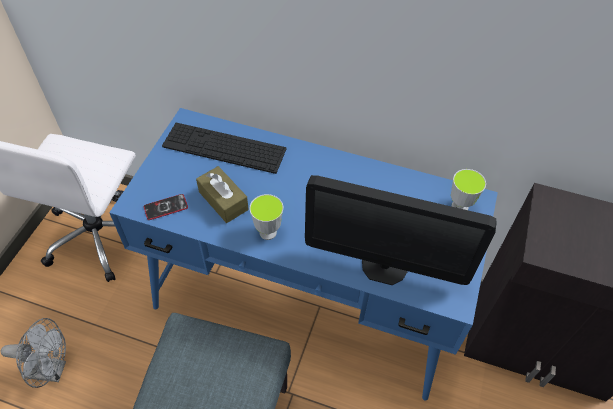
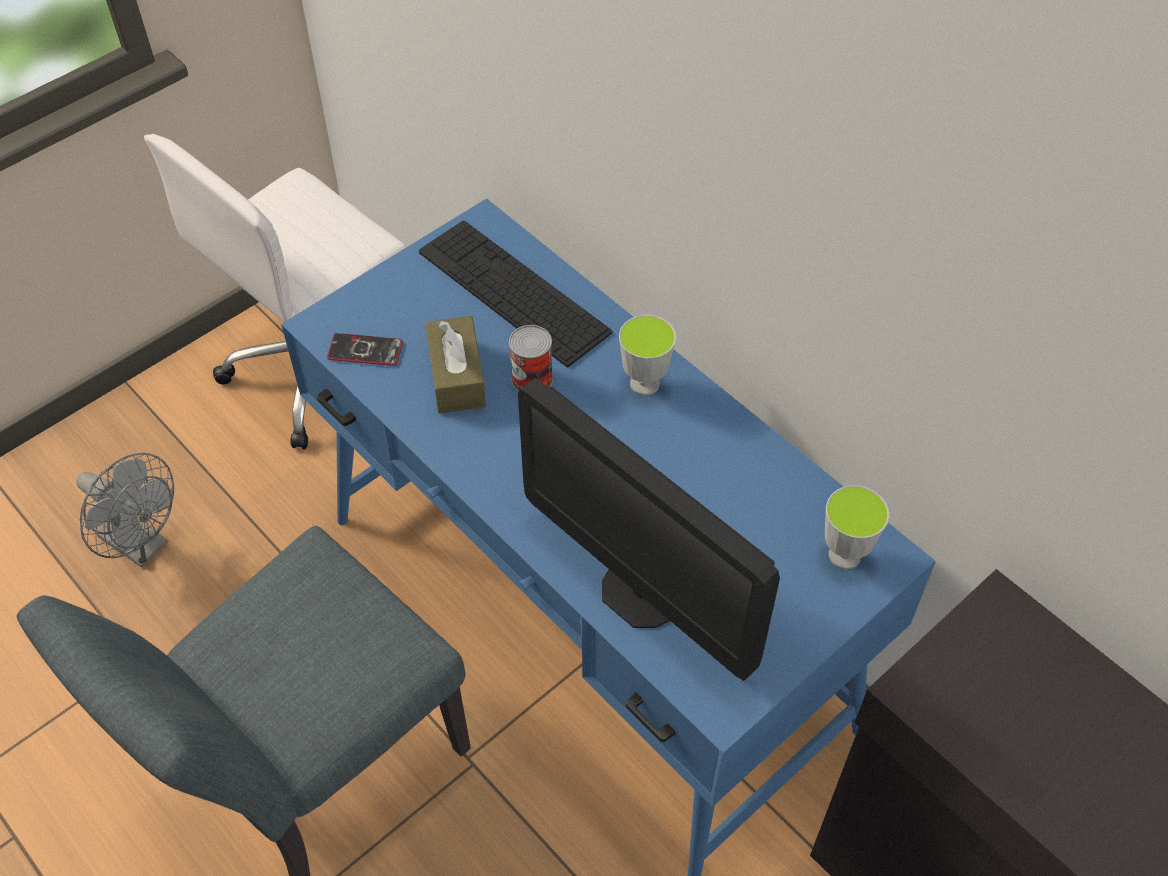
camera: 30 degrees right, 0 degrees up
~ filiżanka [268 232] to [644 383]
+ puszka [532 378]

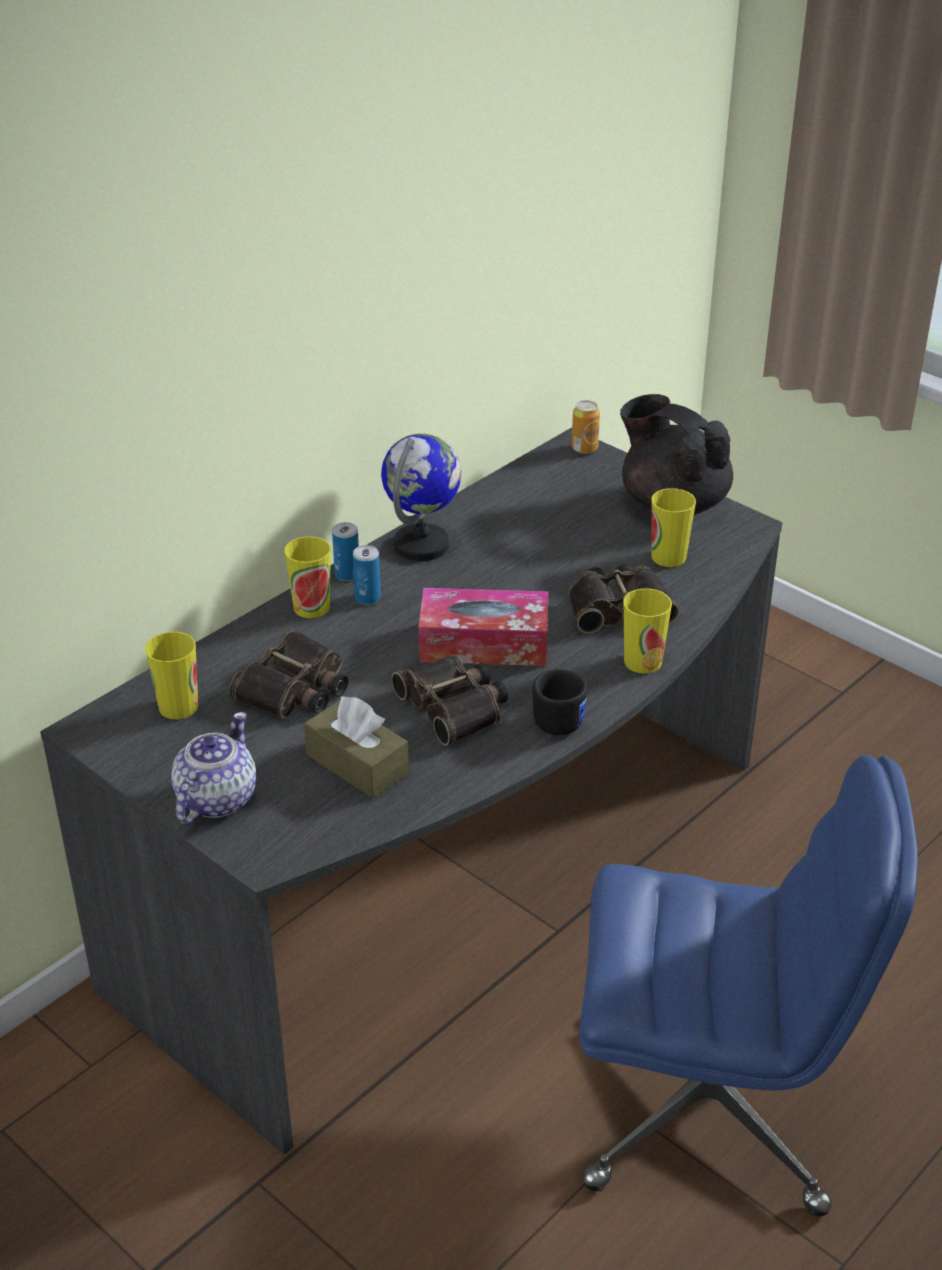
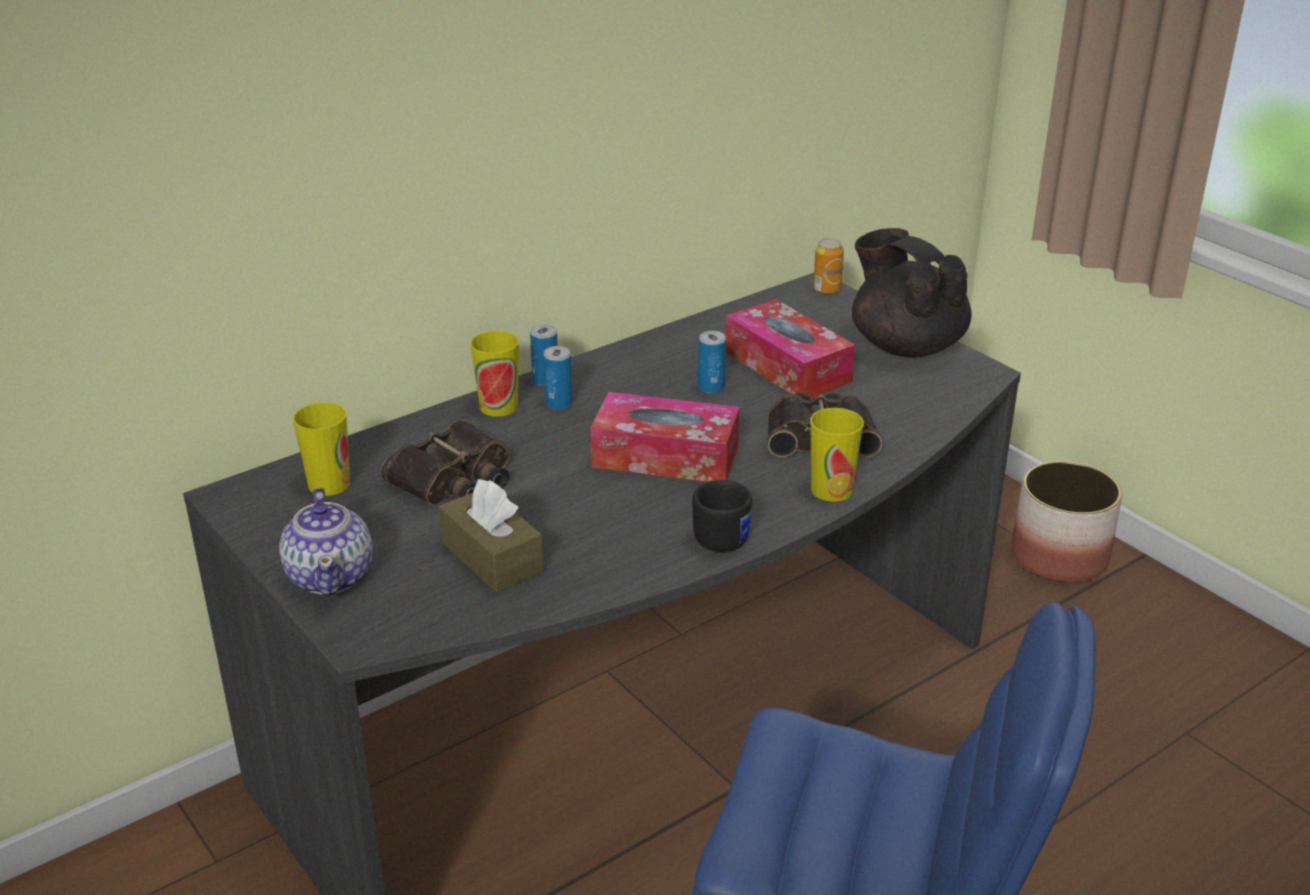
camera: 10 degrees right, 5 degrees down
- globus [422 545]
- filiżanka [668 557]
- lornetka [455 706]
~ imbryk [215 799] = [331 576] 135 degrees clockwise
+ pudełko chusteczek [787 367]
+ puszka [711 387]
+ donica [1060 557]

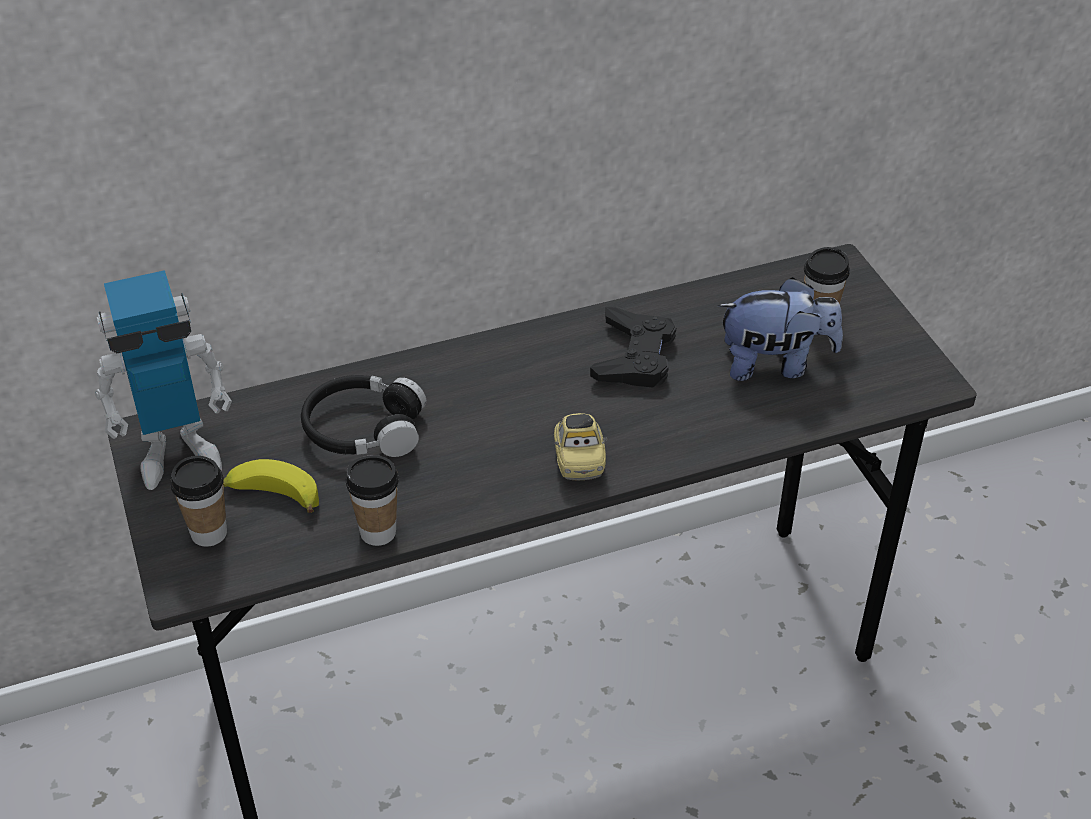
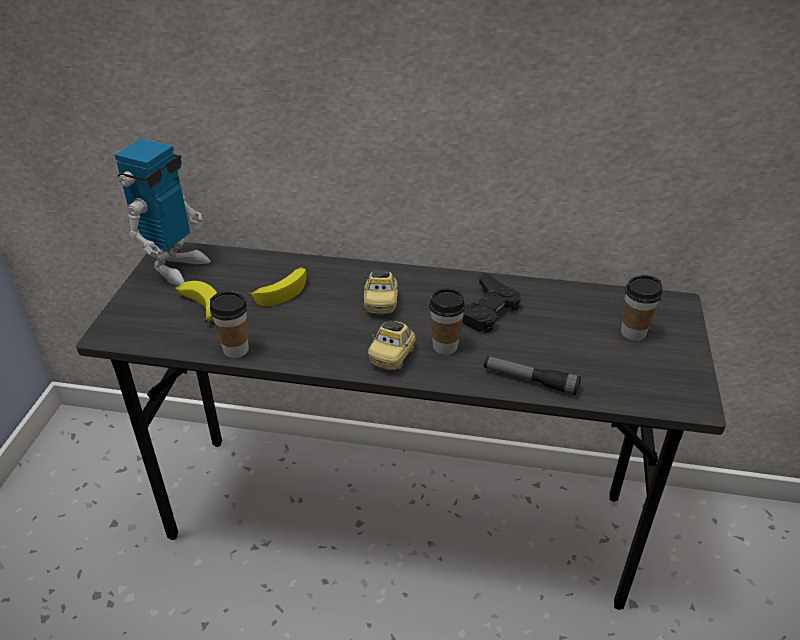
camera: 30 degrees right, 5 degrees down
~ robot zabawkowy [177 453] = [175 266] 75 degrees counterclockwise
- pluszak [775 364]
~ słuchawki/czarny [364 429] to banan [282 291]
~ filiżanka [209 533] to [445 346]
+ samochodzik [381 304]
+ latarka [530 380]

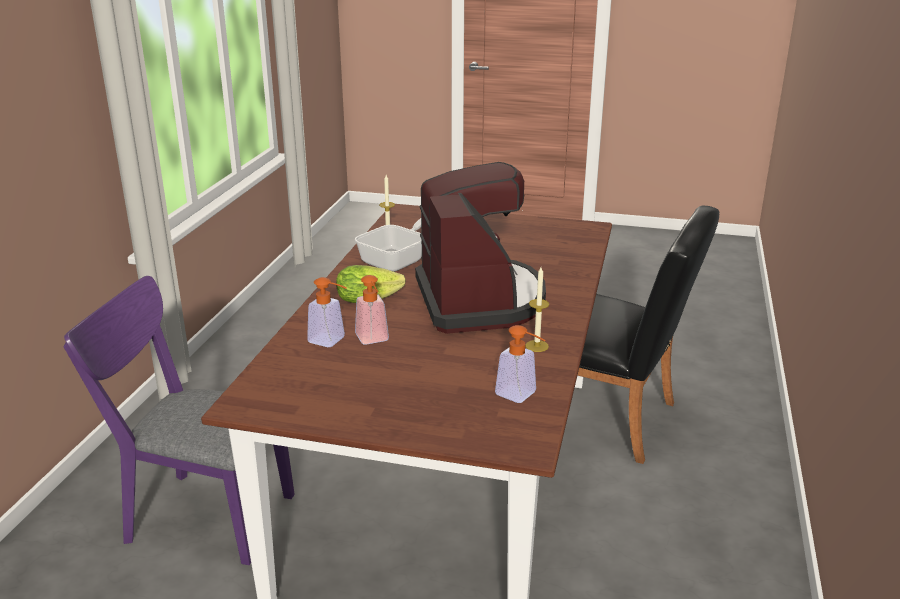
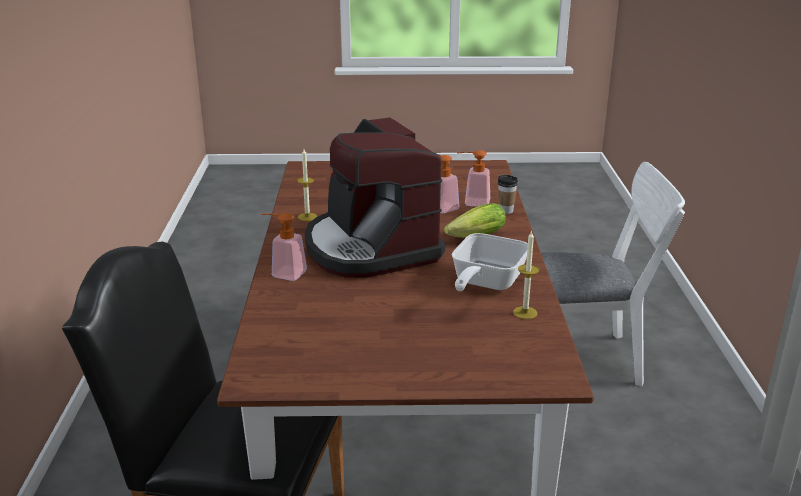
camera: 165 degrees right, 0 degrees up
~ krzesło/fioletowy [199 515] to krzesło/biały [588 359]
~ dozownik mydła [521 395] to [284 273]
+ filiżanka [506 211]

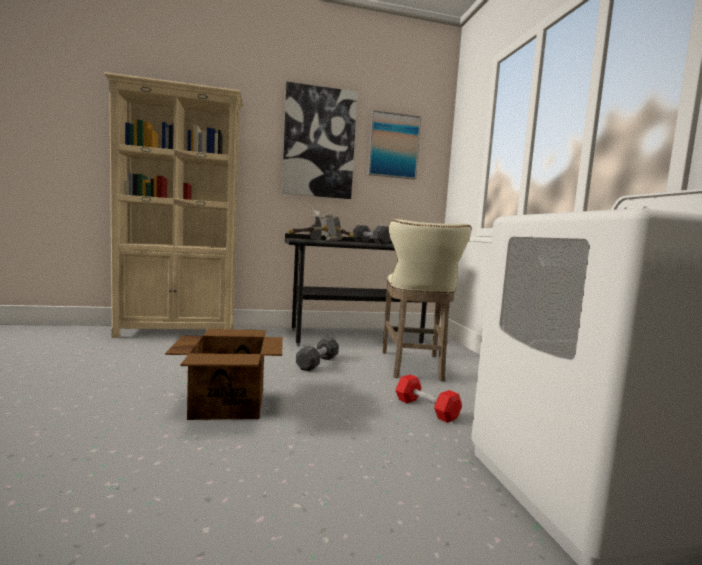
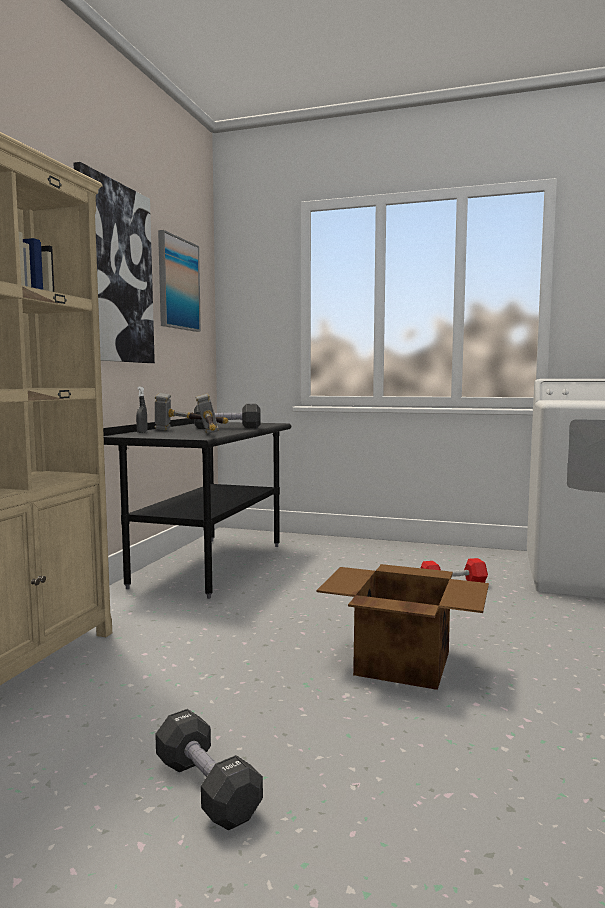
camera: 60 degrees left, 0 degrees up
- stołek/beżowy [413 367]
~ hantel/czarny [317 363] to [206 788]

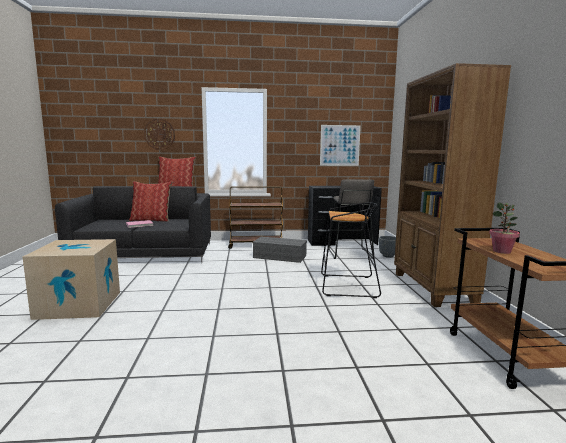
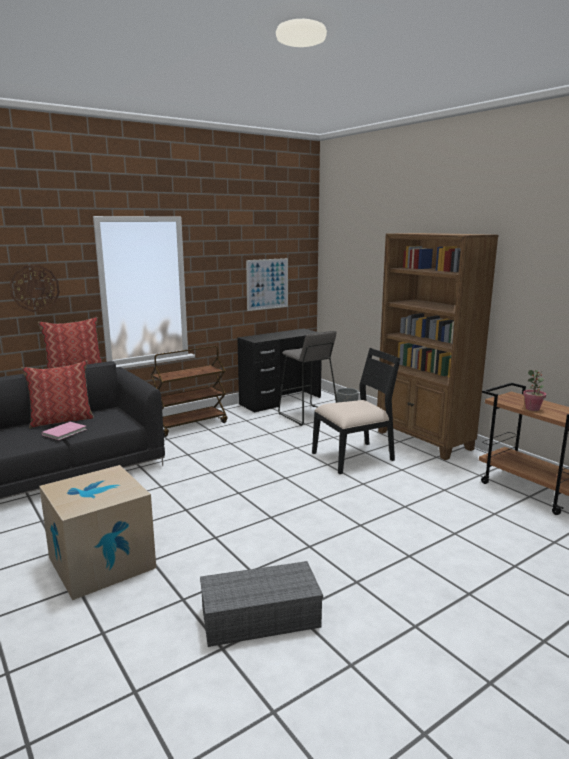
camera: 30 degrees left, 5 degrees up
~ stołek/czarny [347 286] to krzesło/czarny [354 457]
~ pojemnik do przechowywania/szary [280 256] to [261 616]

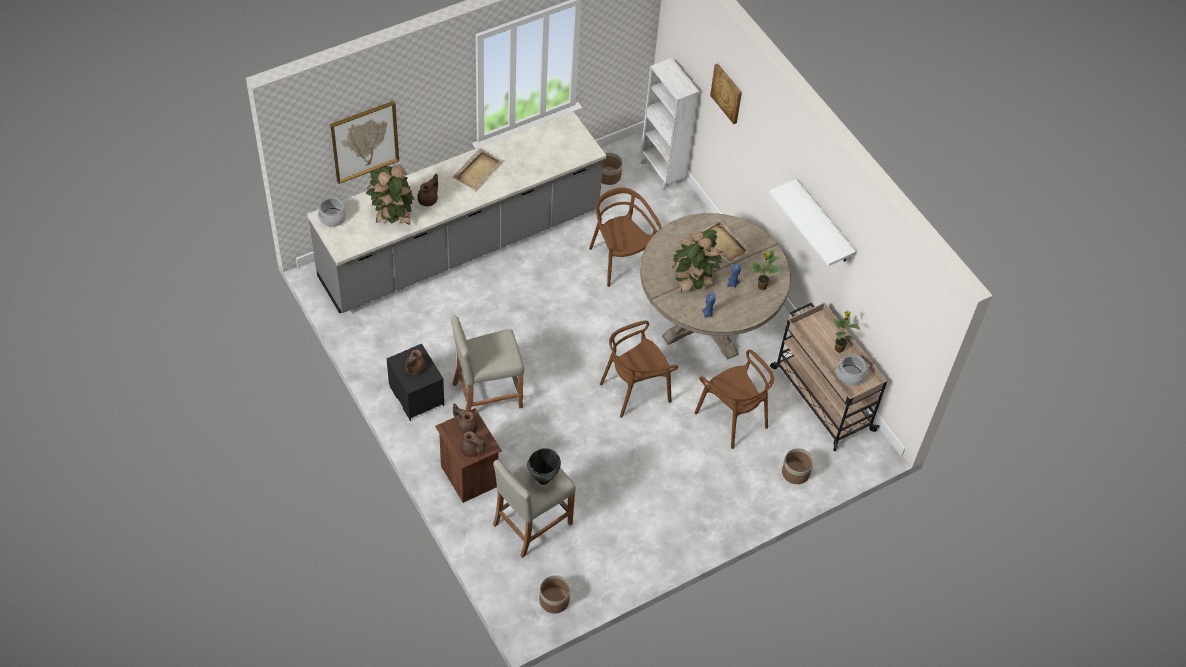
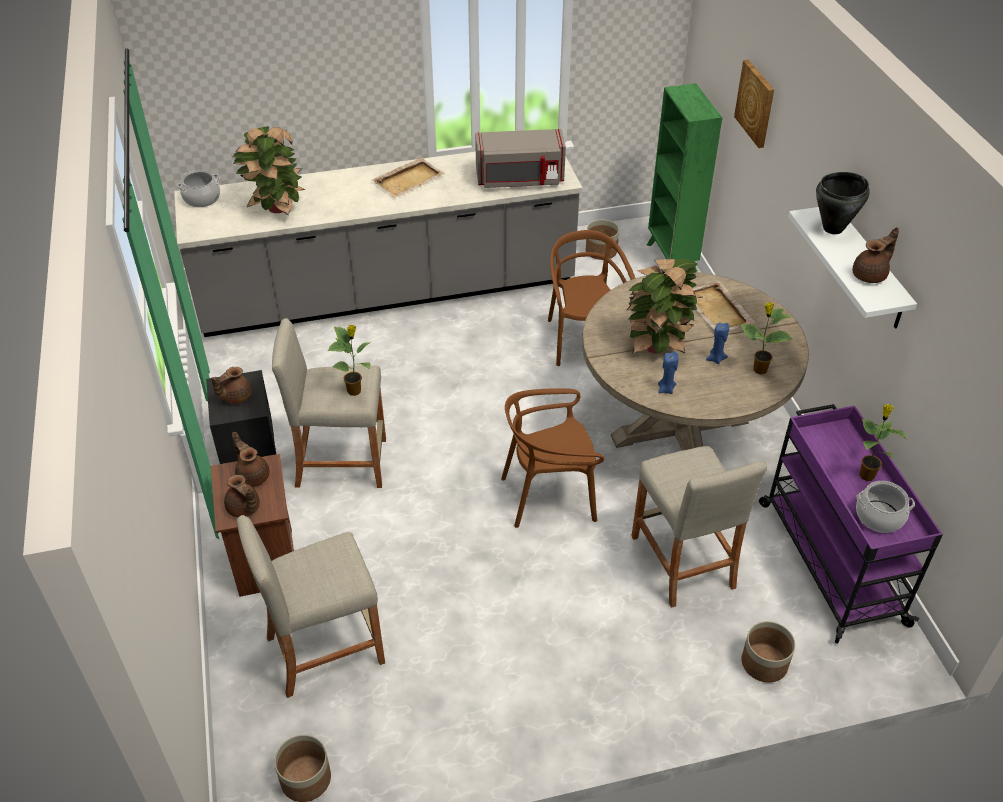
camera: 20 degrees right, 10 degrees down
~ regał/biały [662 173] to regał/zielony [671 258]
- obraz [364 141]
~ imbryk/brązowy [428 199] to [870 275]
~ wózek/beżowy [821 397] to wózek/fioletowy [830 560]
~ krzesło/brązowy [732 418] to stołek/beżowy [682 561]
~ garnek/czarny [543 479] to [833 228]
+ mikrofalówka/szary [519 179]
+ roślina doniczkowa [355 391]

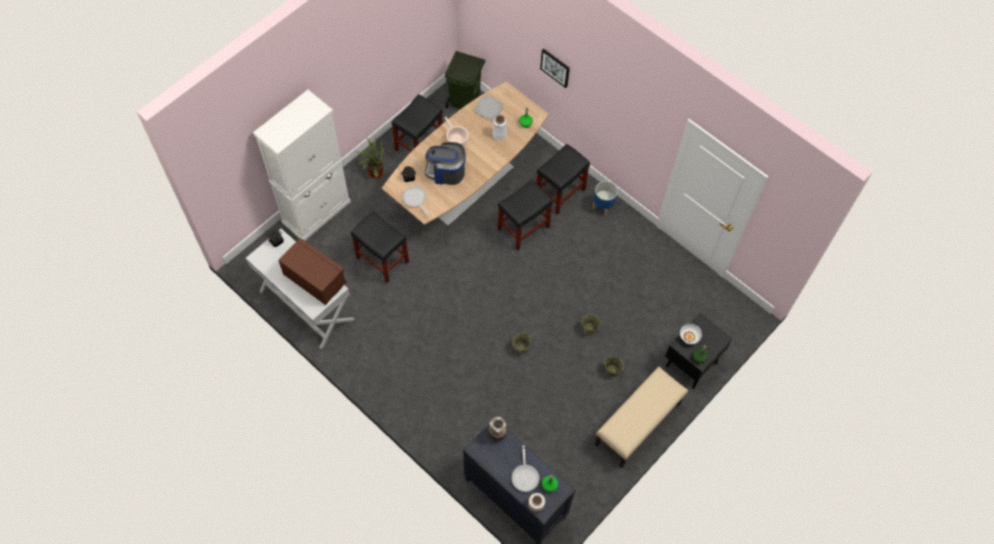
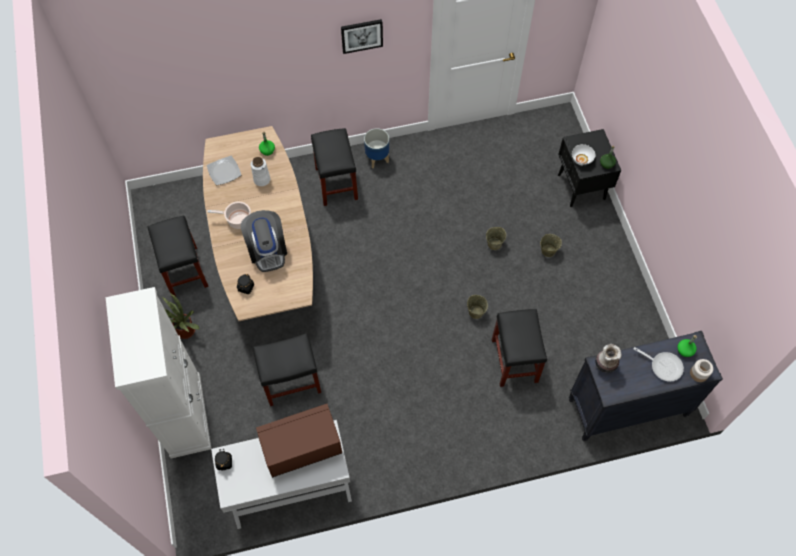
camera: 55 degrees left, 0 degrees up
~ obraz [555 67] to [361 35]
- kosz na śmieci/zielony [465 101]
~ ekspres do kawy [446 172] = [267 250] 60 degrees counterclockwise
~ stołek/czarny [523 228] to [515 361]
- patelnia [415 200]
- ławka/beżowy [638 424]

